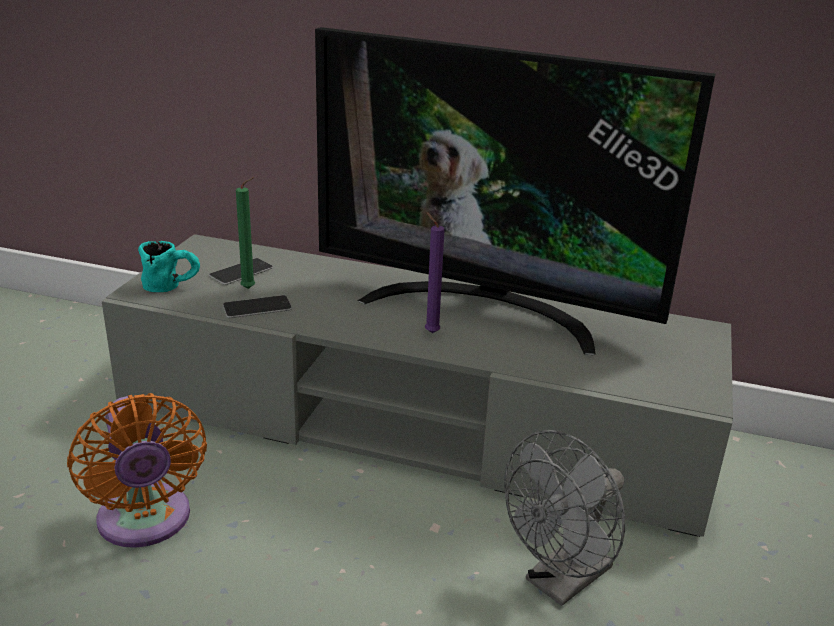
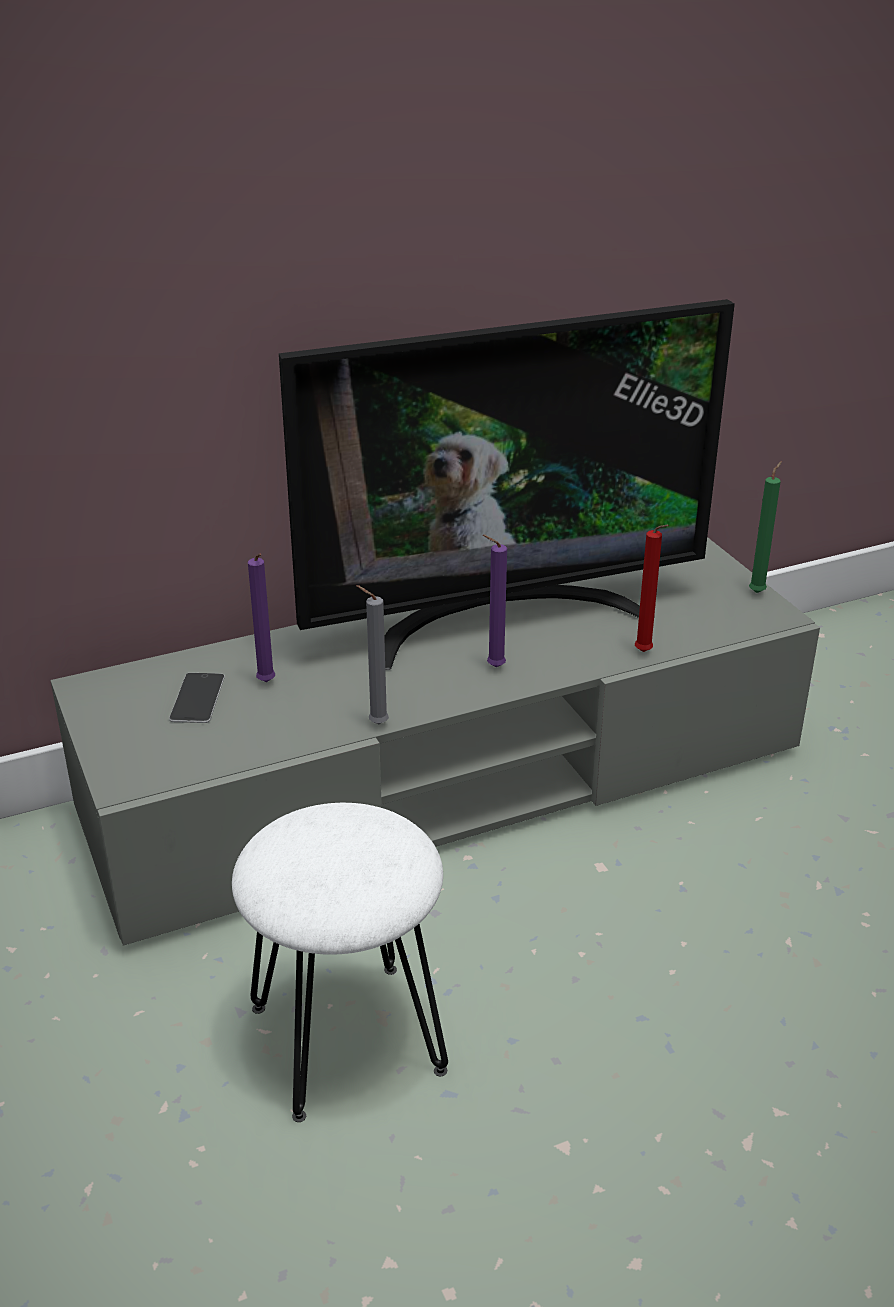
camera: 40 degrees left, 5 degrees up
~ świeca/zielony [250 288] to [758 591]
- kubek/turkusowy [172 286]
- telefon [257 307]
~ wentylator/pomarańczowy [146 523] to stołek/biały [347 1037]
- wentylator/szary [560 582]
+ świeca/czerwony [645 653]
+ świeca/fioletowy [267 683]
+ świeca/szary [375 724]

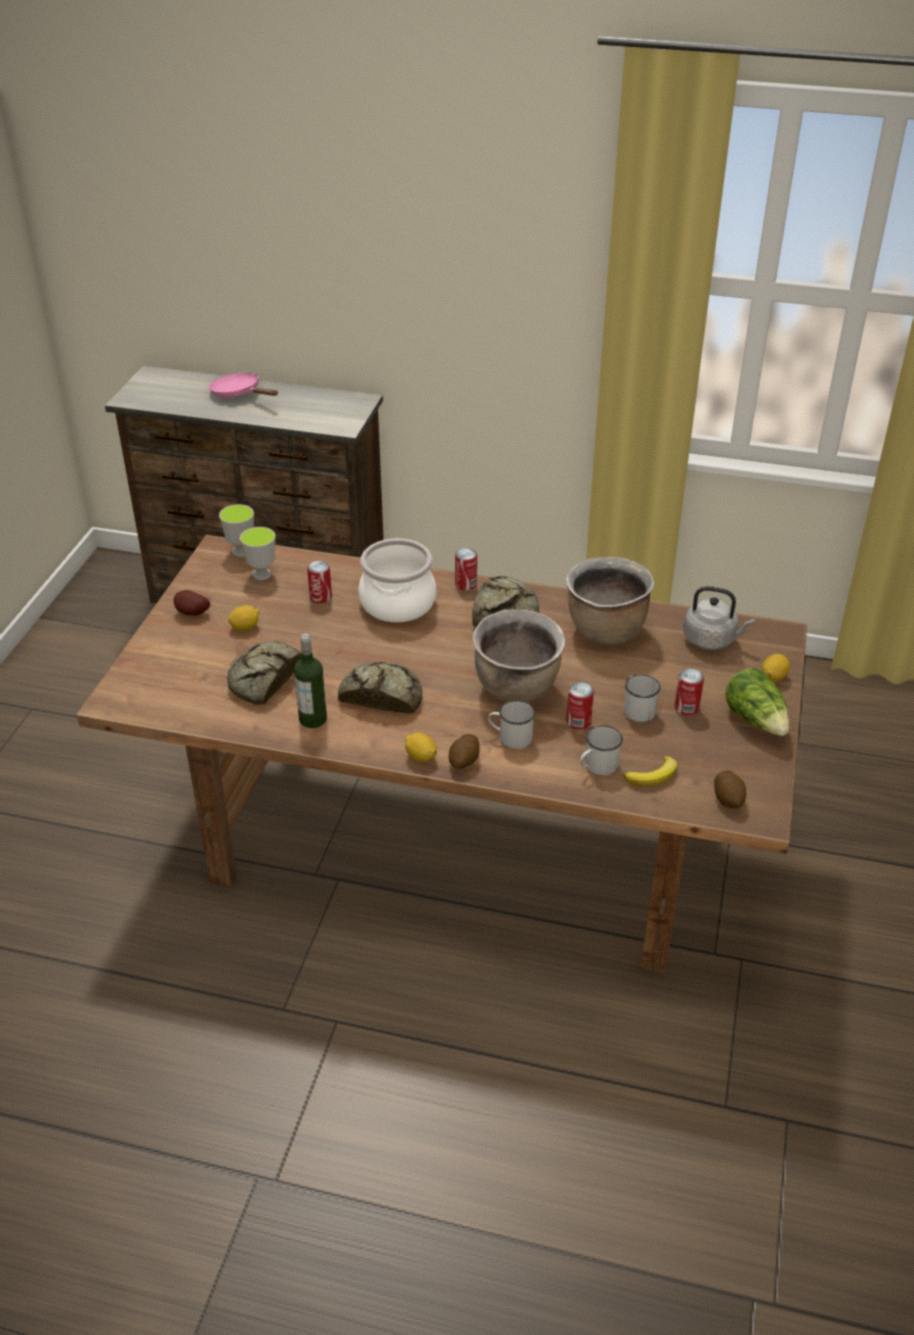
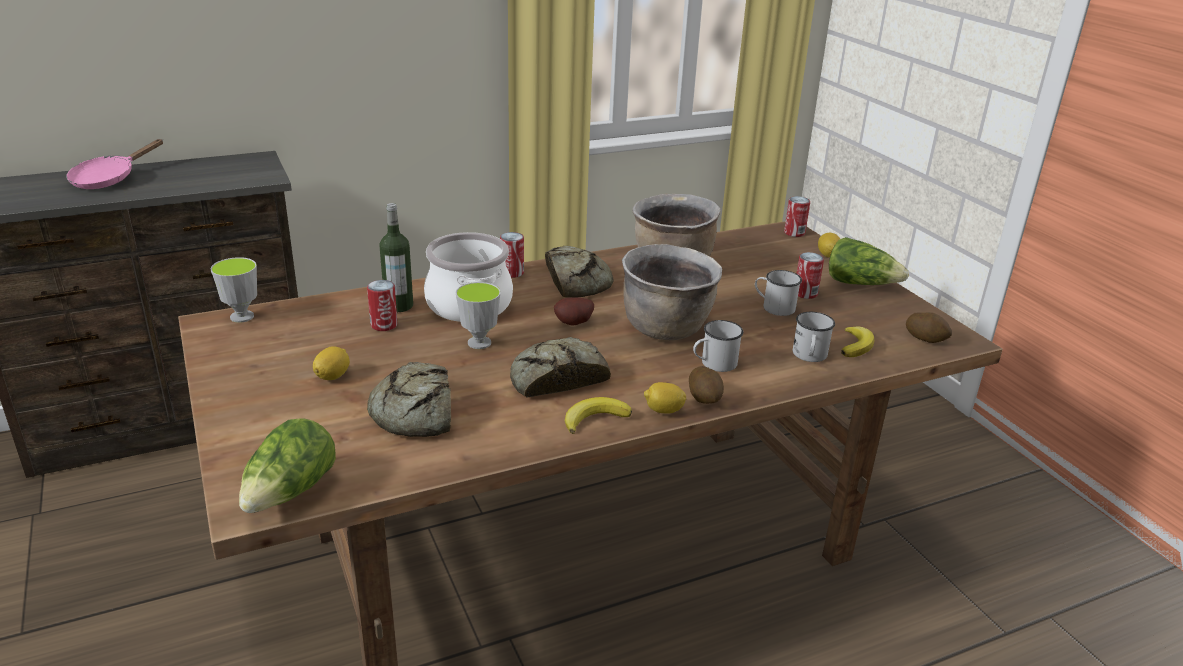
camera: 40 degrees left, 10 degrees down
~ patelnia/różowy [239 394] = [109 179] 60 degrees counterclockwise
~ filiżanka [262 574] to [479 343]
- czajnik/szary [712 640]
~ ziemniak [191 614] to [574 324]
~ butelka [313 719] to [398 306]
~ puszka [578 721] to [794 233]
+ banan [594 418]
+ sałata [290 493]

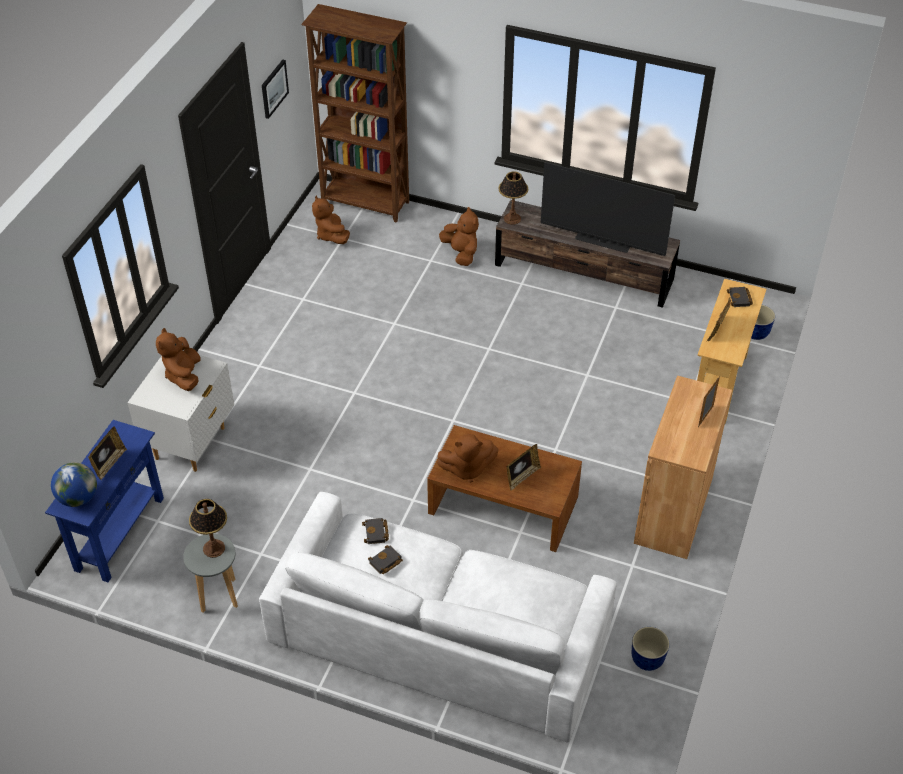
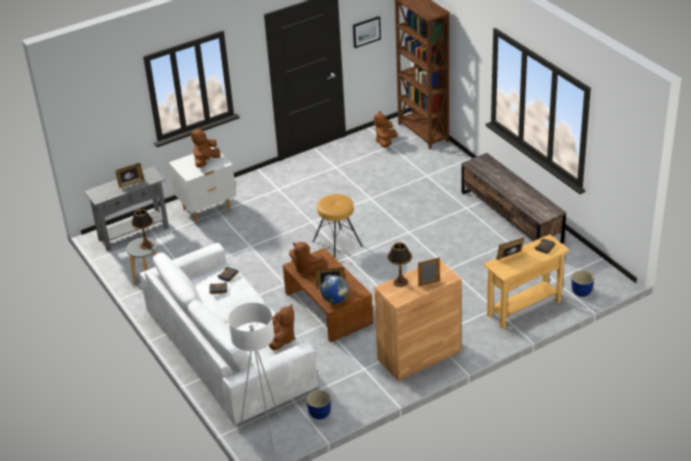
camera: 40 degrees right, 10 degrees down
- telewizor [602 243]
~ lampa stołowa [512 219] to [400 282]
~ pluszak/brązowy [461 253] to [282 339]
~ stolik konsolowy/niebieski [120 533] to stolik konsolowy/szary [133 233]
~ globus [78 498] to [335 300]
+ stołek/brązowy [337 243]
+ lampa stojąca/biały [265 433]

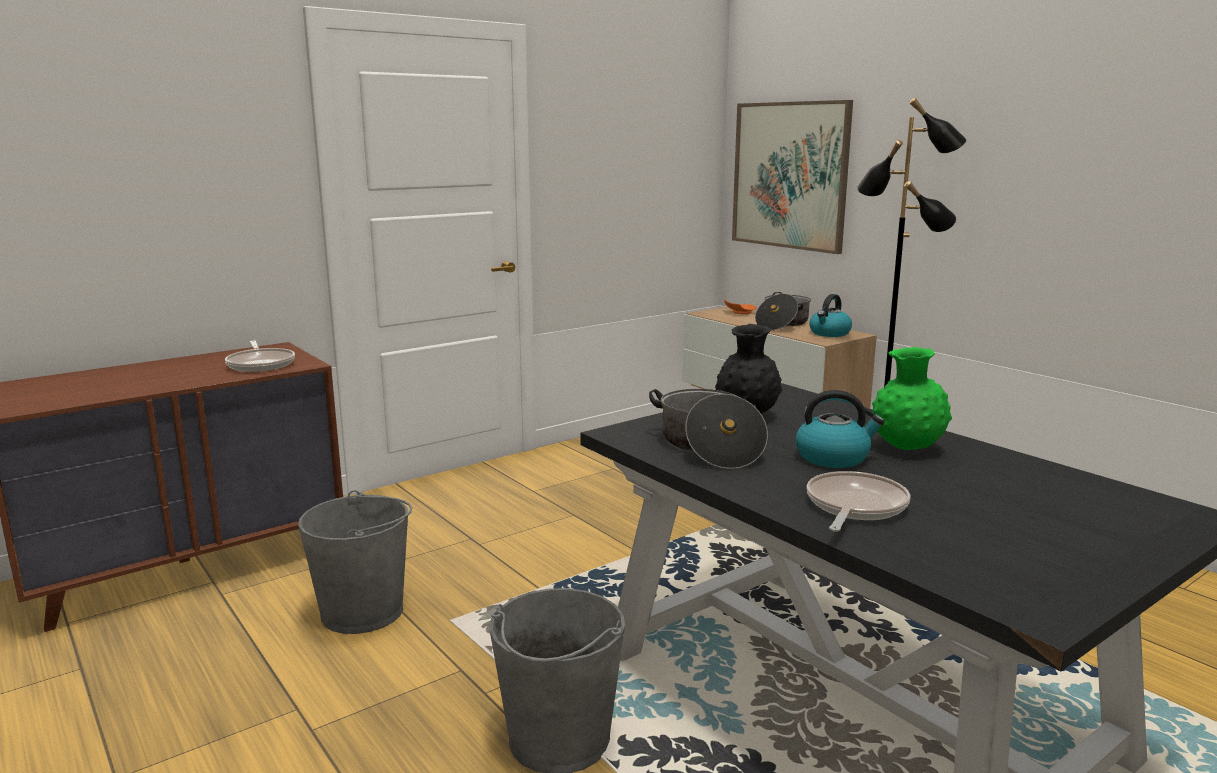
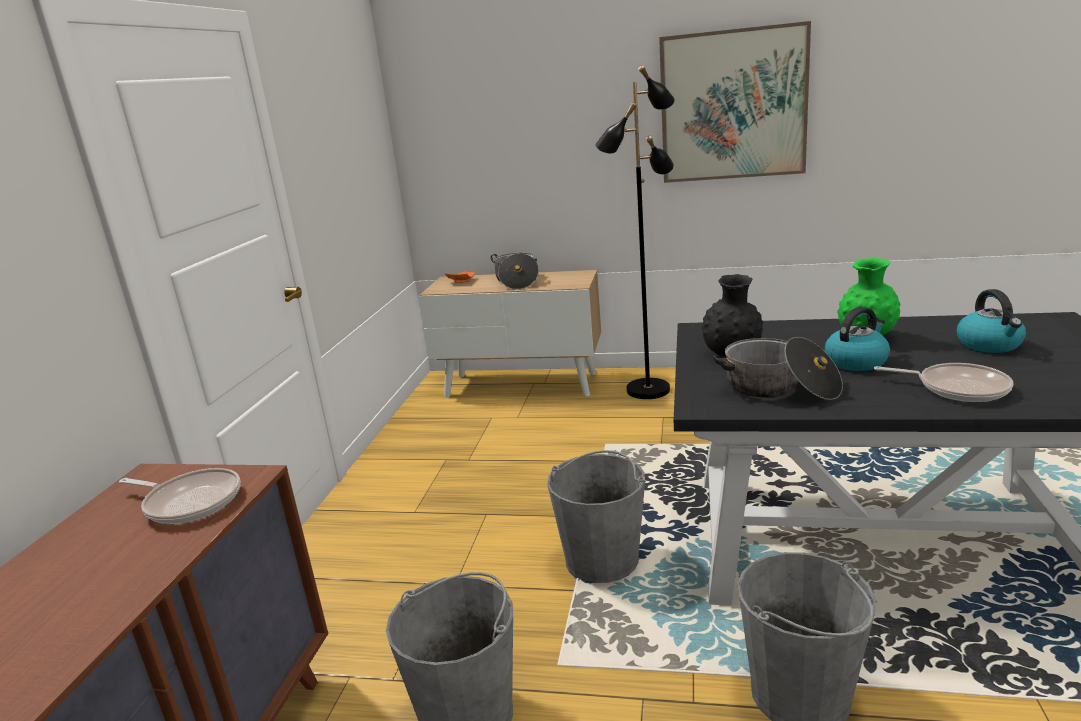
camera: 40 degrees left, 5 degrees up
~ obraz [790 175] to [733 105]
~ czajnik [829 333] to [990 345]
~ patelnia [854 507] = [957 388] 135 degrees clockwise
+ wiadro/szary [602 560]

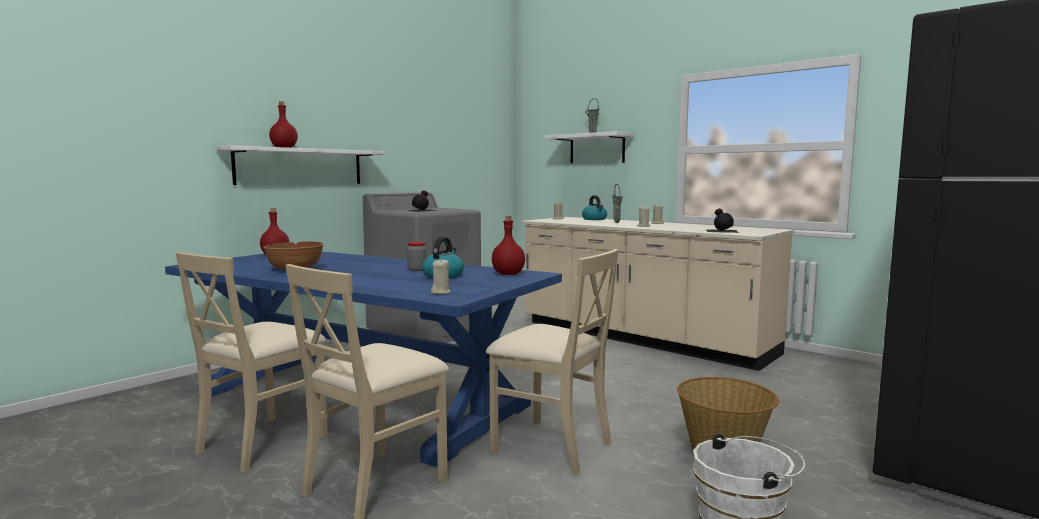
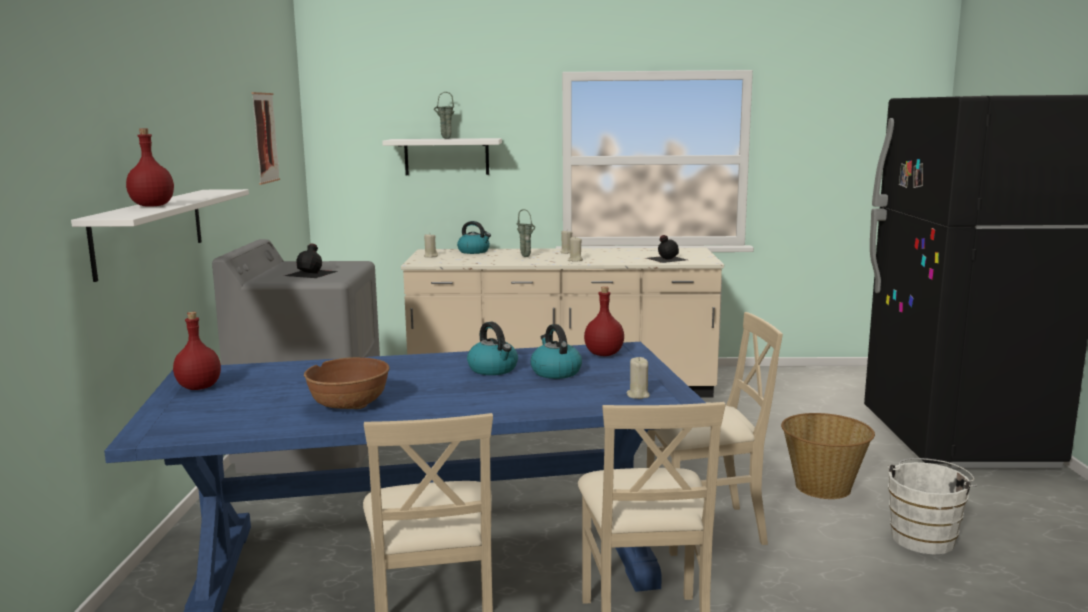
camera: 40 degrees left, 5 degrees up
~ słoik [417 270] to czajnik [493 369]
+ obraz [265 138]

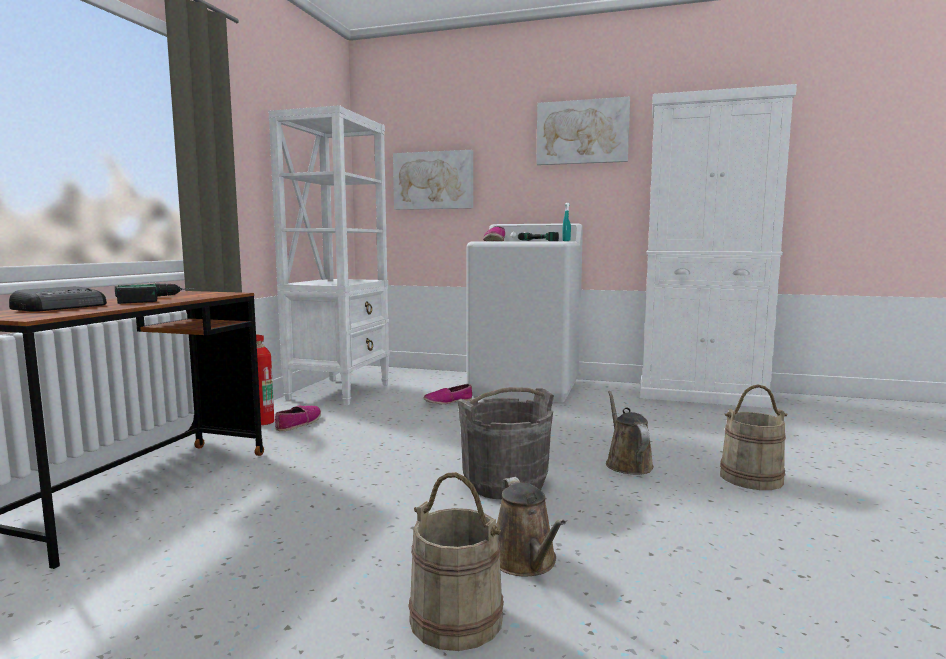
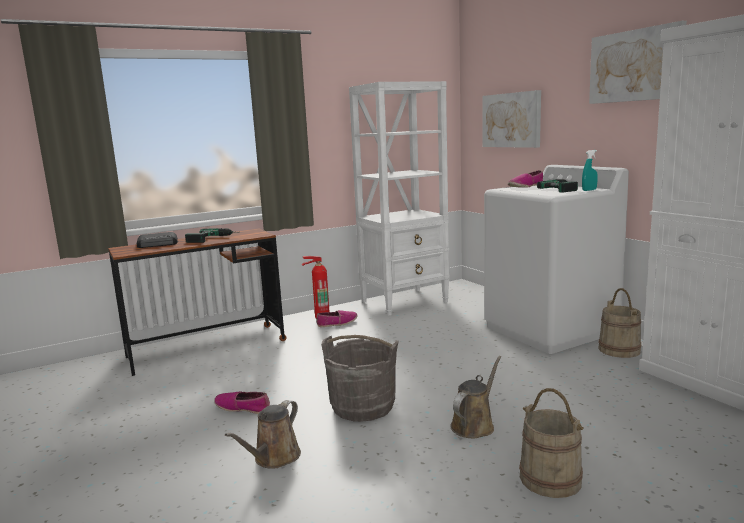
camera: 45 degrees right, 5 degrees up
~ but [448 402] to [243 408]
~ wiadro/beżowy [455 619] to [618 350]

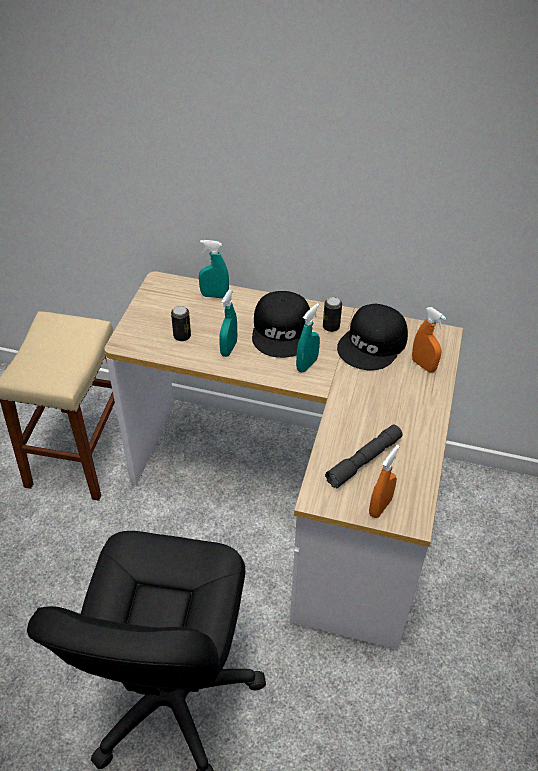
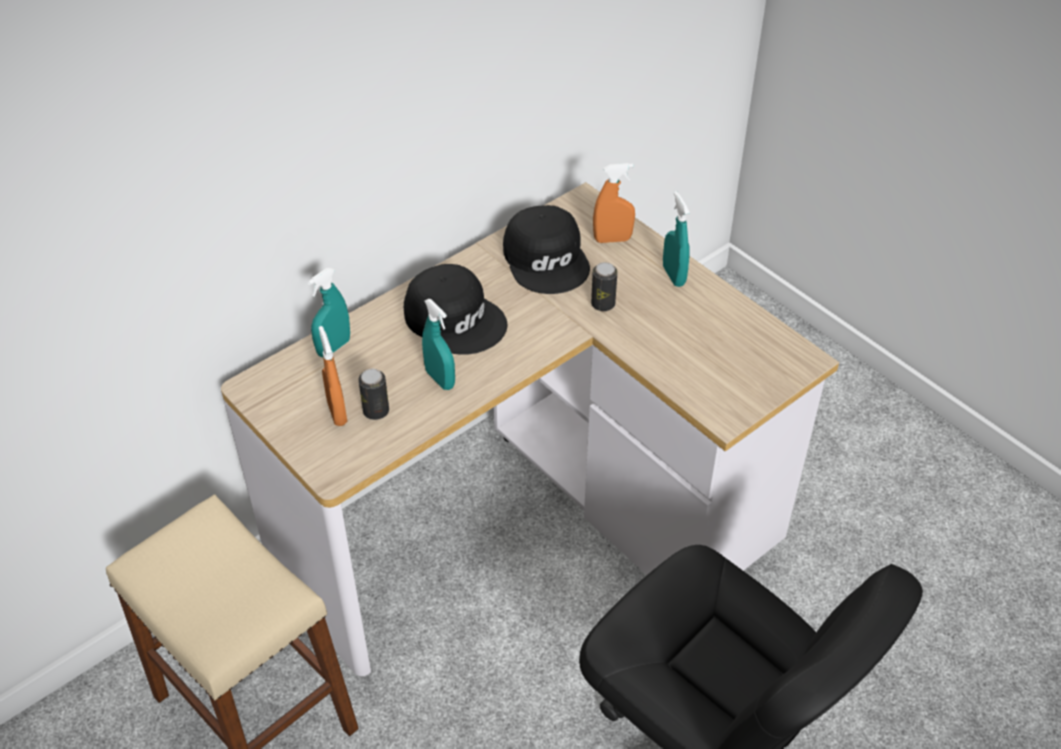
camera: 55 degrees left, 0 degrees up
~ puszka [331 327] to [603 304]
~ spryskiwacz/turkusowy [307 364] to [673 276]
- latarka/szary [364 460]
~ spryskiwacz/pomarańczowy [380 507] to [337 413]

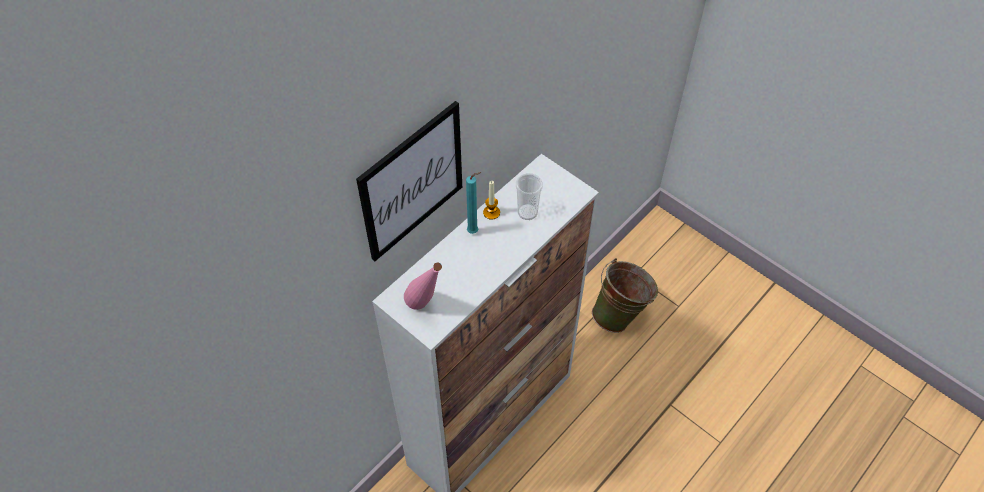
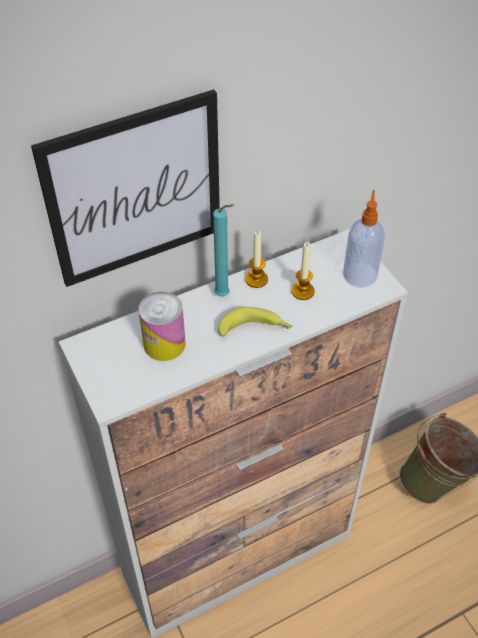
camera: 20 degrees right, 5 degrees down
~ filiżanka [527 212] to świeca [302 291]
- butelka/różowy [426 309]
+ dozownik mydła [360 274]
+ puszka [164 344]
+ banan [255 329]

